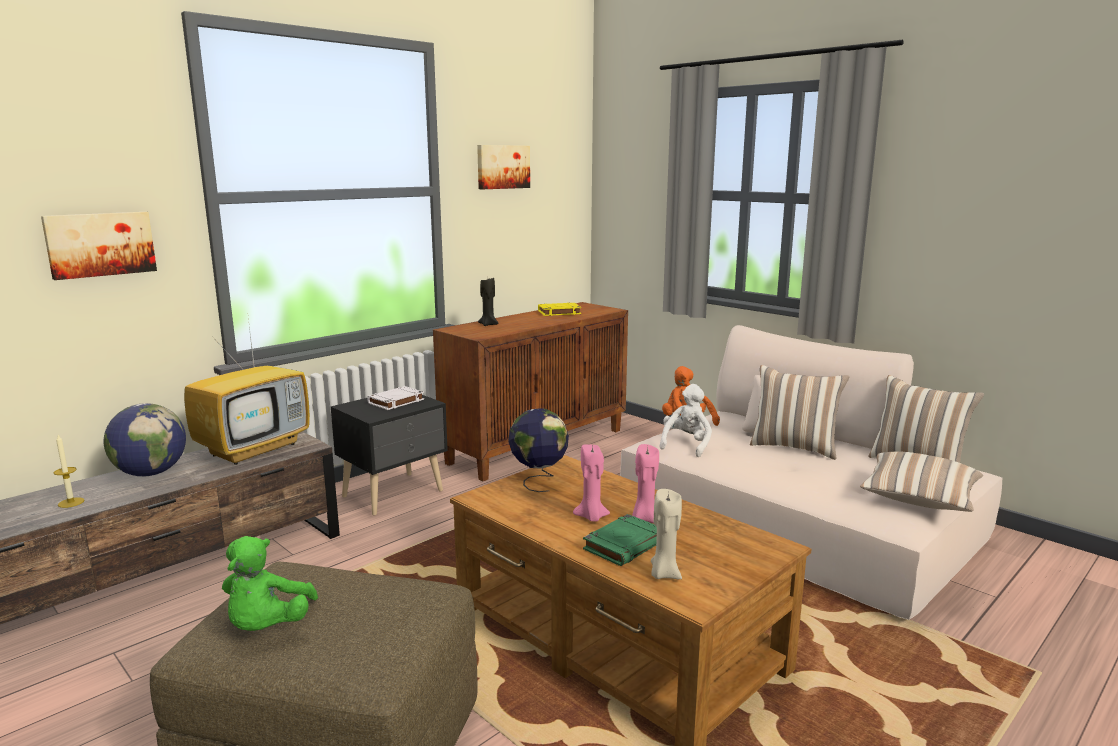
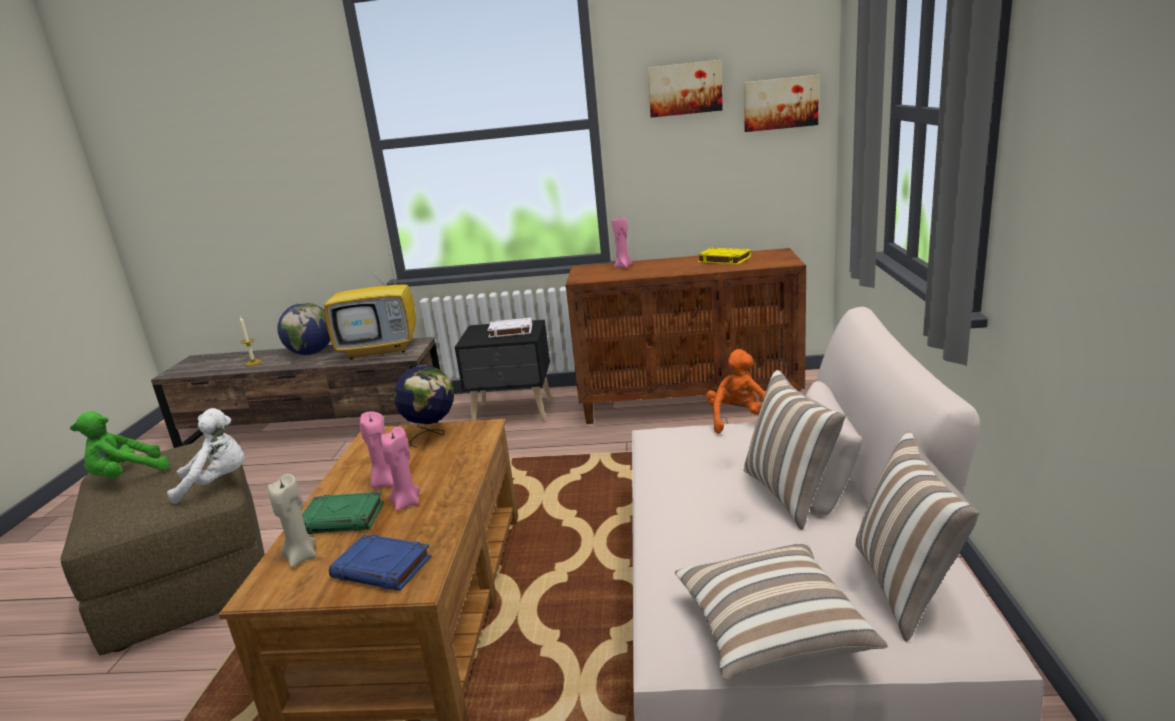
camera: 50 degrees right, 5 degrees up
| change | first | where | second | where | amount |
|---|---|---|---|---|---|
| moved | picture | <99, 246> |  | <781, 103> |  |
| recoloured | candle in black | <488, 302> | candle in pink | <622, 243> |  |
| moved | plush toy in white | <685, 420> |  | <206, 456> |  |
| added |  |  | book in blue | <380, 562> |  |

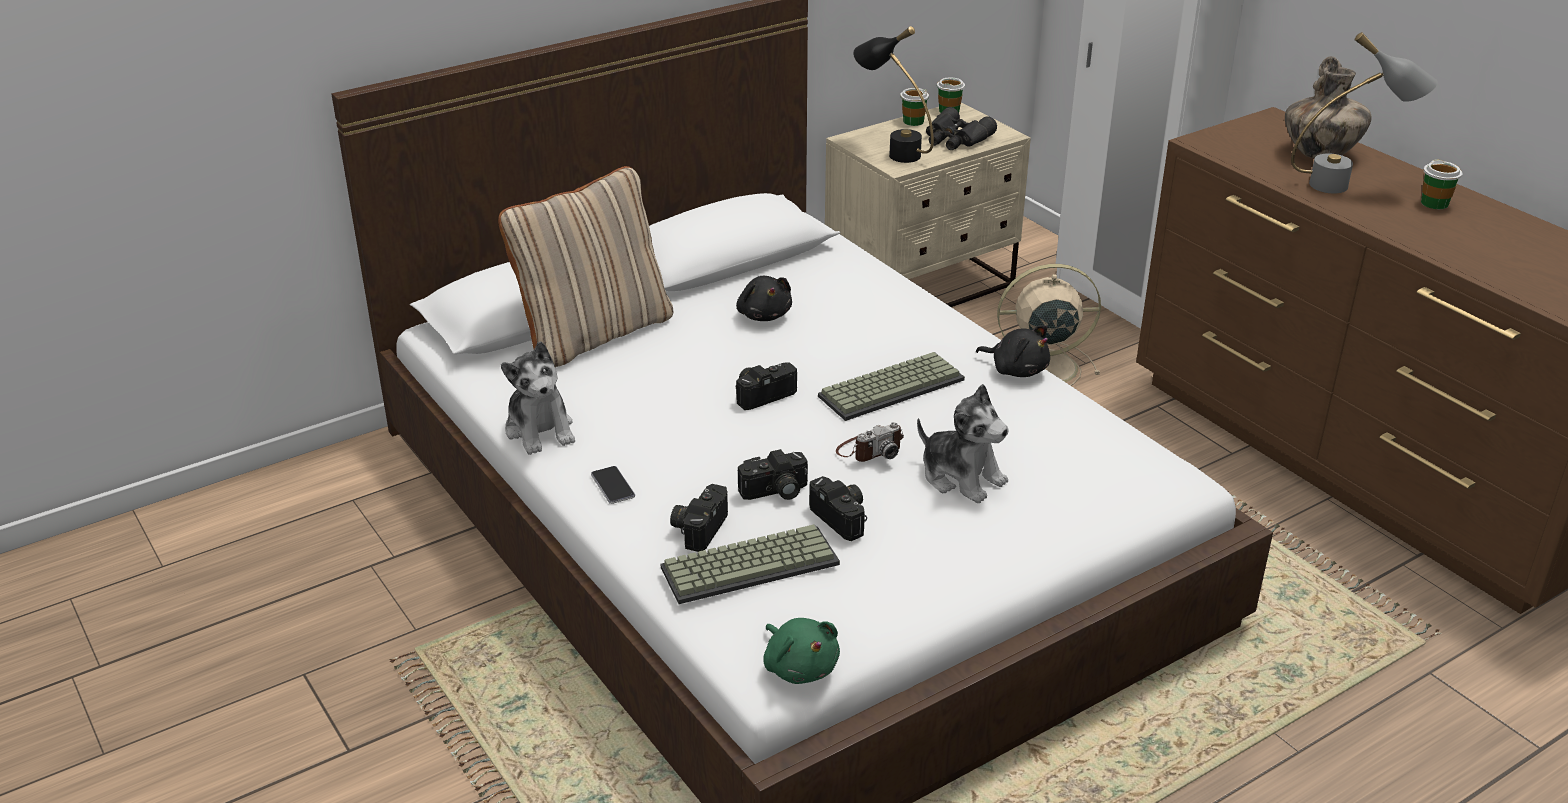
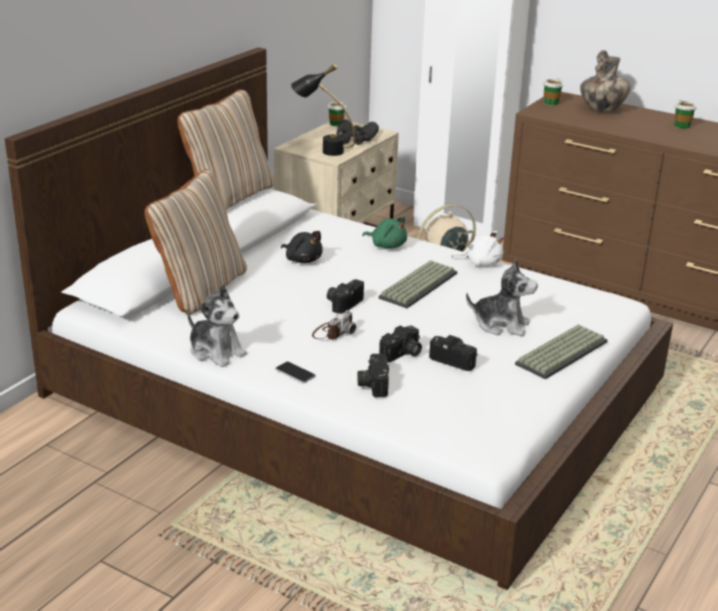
camera: 25 degrees left, 5 degrees down
| change | first | where | second | where | amount |
|---|---|---|---|---|---|
| moved | keyboard | <750, 564> |  | <561, 352> |  |
| moved | plush toy in green | <801, 651> |  | <384, 232> |  |
| moved | photo camera | <870, 442> |  | <334, 325> |  |
| moved | cup | <914, 107> |  | <553, 92> |  |
| recoloured | plush toy in black | <1013, 351> | plush toy in white | <477, 248> |  |
| removed | table lamp in grey | <1364, 112> |  |  |  |
| added |  |  | pillow in beige | <226, 149> |  |

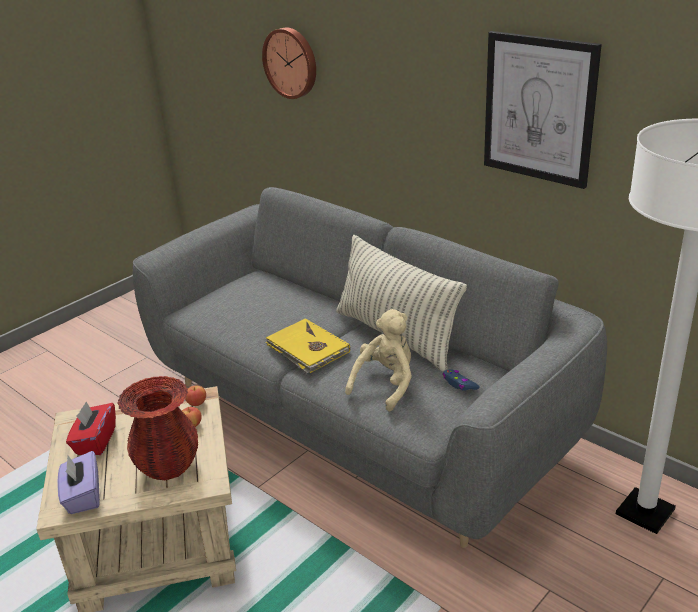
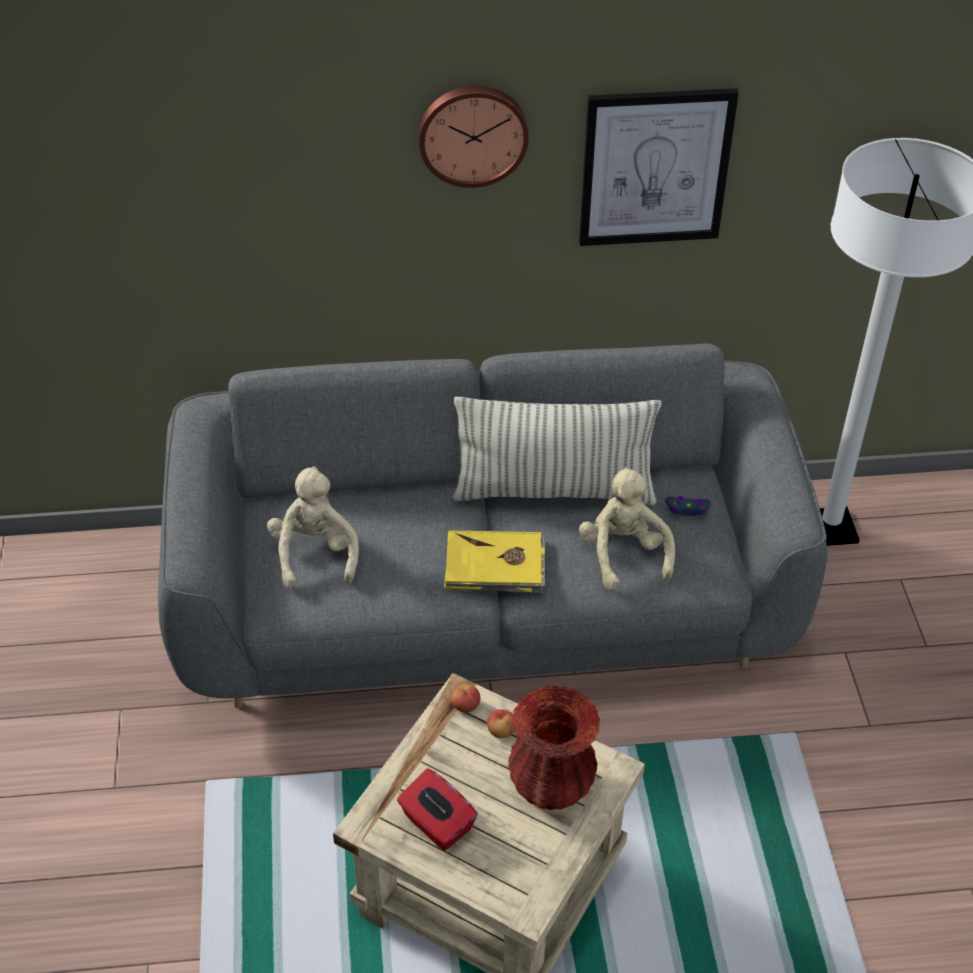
camera: 50 degrees left, 15 degrees up
| change | first | where | second | where | amount |
|---|---|---|---|---|---|
| removed | tissue box in purple | <78, 482> |  |  |  |
| moved | wall clock | <289, 63> |  | <473, 137> |  |
| added |  |  | plush toy in beige | <313, 527> |  |

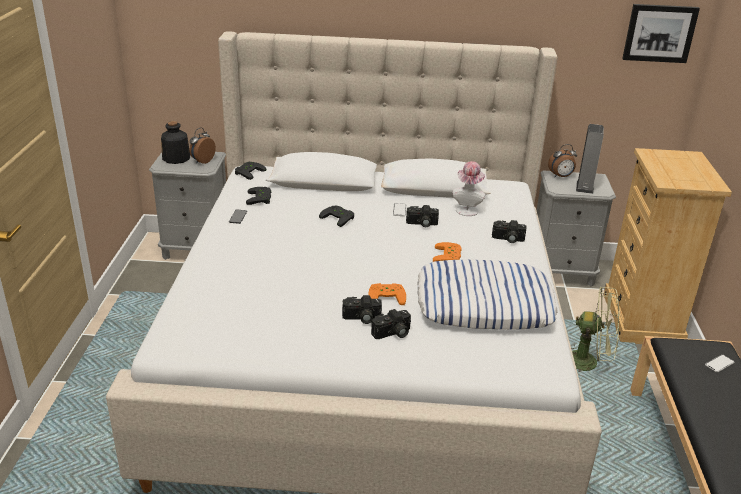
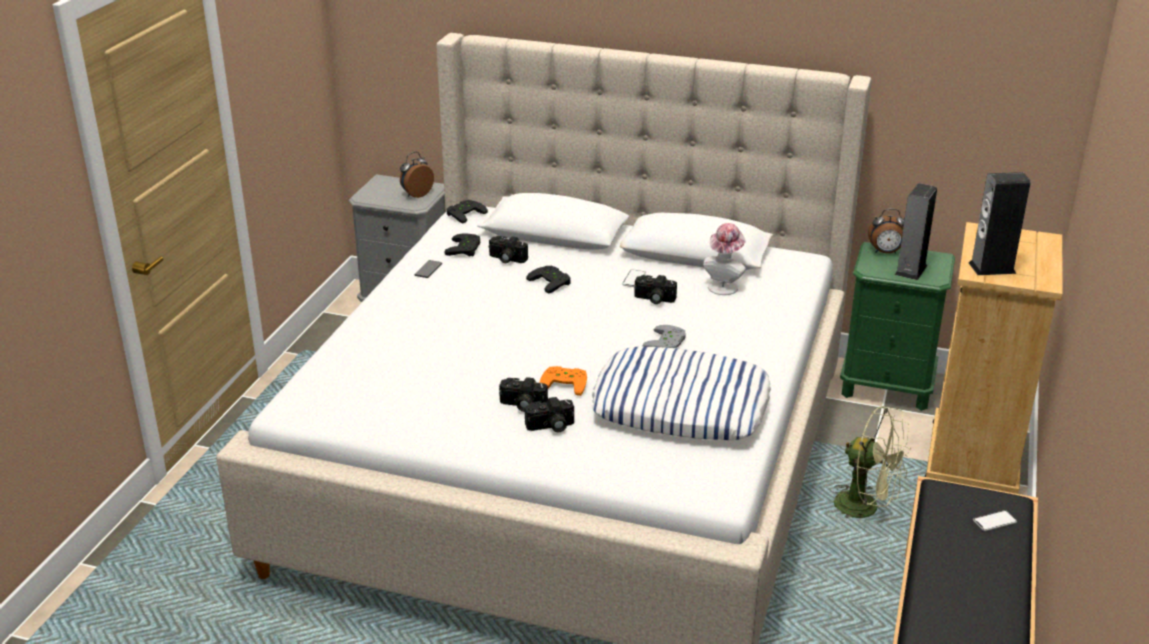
camera: 15 degrees right, 0 degrees up
| change | first | where | second | where | amount |
|---|---|---|---|---|---|
| removed | bottle | <175, 142> |  |  |  |
| recoloured | game controller in orange | <447, 252> | game controller in grey | <664, 336> |  |
| moved | photo camera | <509, 231> |  | <508, 249> |  |
| recoloured | nightstand in grey | <576, 229> | nightstand in green | <897, 326> |  |
| removed | picture | <661, 33> |  |  |  |
| added |  |  | speaker | <1000, 223> |  |

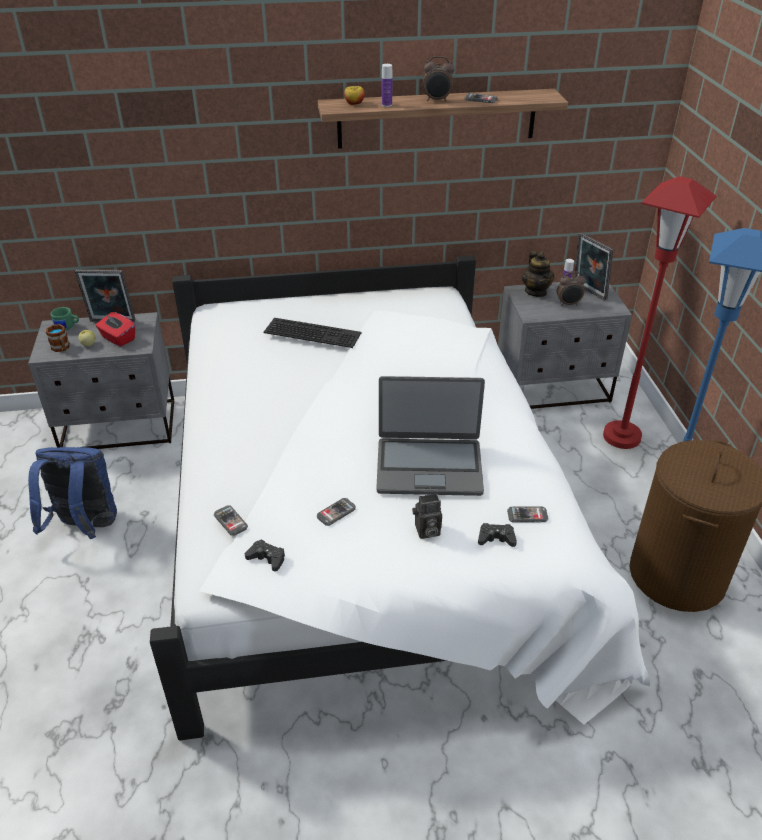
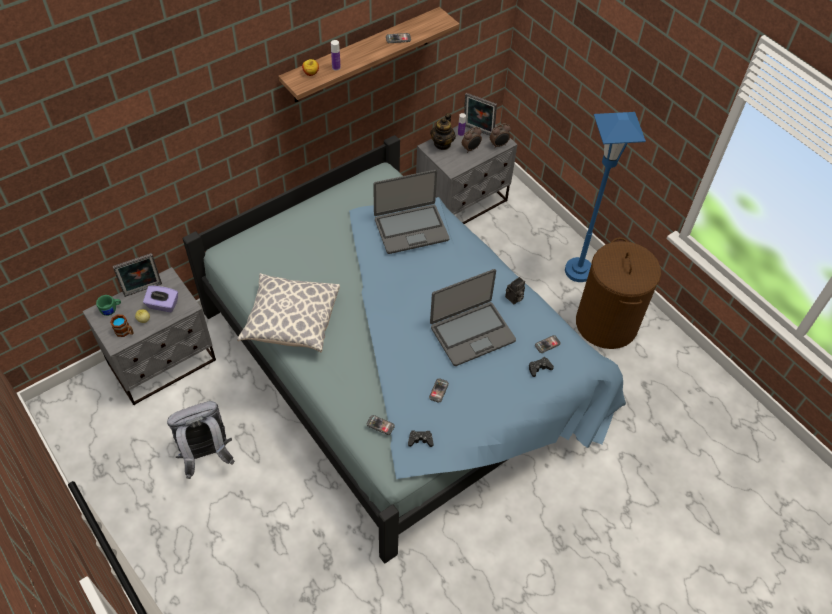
camera: 30 degrees left, 15 degrees up
| change | first | where | second | where | amount |
|---|---|---|---|---|---|
| recoloured | backpack in blue | <72, 493> | backpack in grey | <201, 440> |  |
| recoloured | tissue box in red | <115, 329> | tissue box in purple | <160, 298> |  |
| recoloured | bed in white | <400, 497> | bed in blue | <404, 349> |  |
| removed | keyboard | <312, 333> |  |  |  |
| moved | photo camera | <427, 516> |  | <515, 290> |  |
| moved | alarm clock | <438, 79> |  | <500, 135> |  |
| turned | teapot | <538, 274> |  | <443, 131> | 60 degrees clockwise |
| removed | floor lamp in red | <659, 312> |  |  |  |
| added |  |  | pillow | <288, 312> |  |
| added |  |  | laptop | <411, 212> |  |

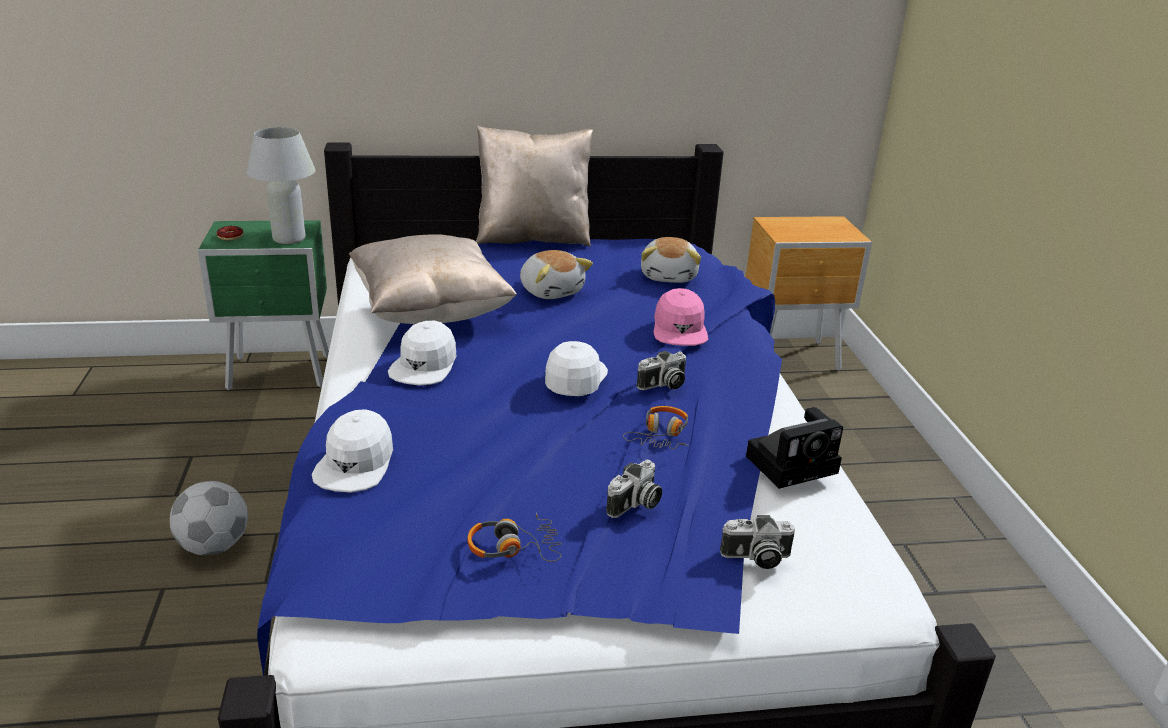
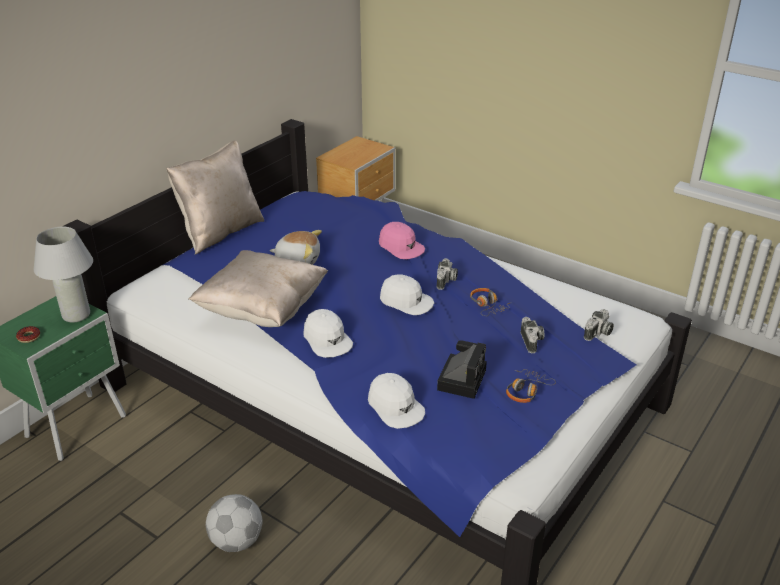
camera: 45 degrees left, 5 degrees up
| change | first | where | second | where | amount |
|---|---|---|---|---|---|
| turned | cap in white | <576, 368> |  | <407, 294> | 150 degrees clockwise |
| removed | plush toy | <671, 260> |  |  |  |
| moved | photo camera | <794, 448> |  | <462, 369> |  |

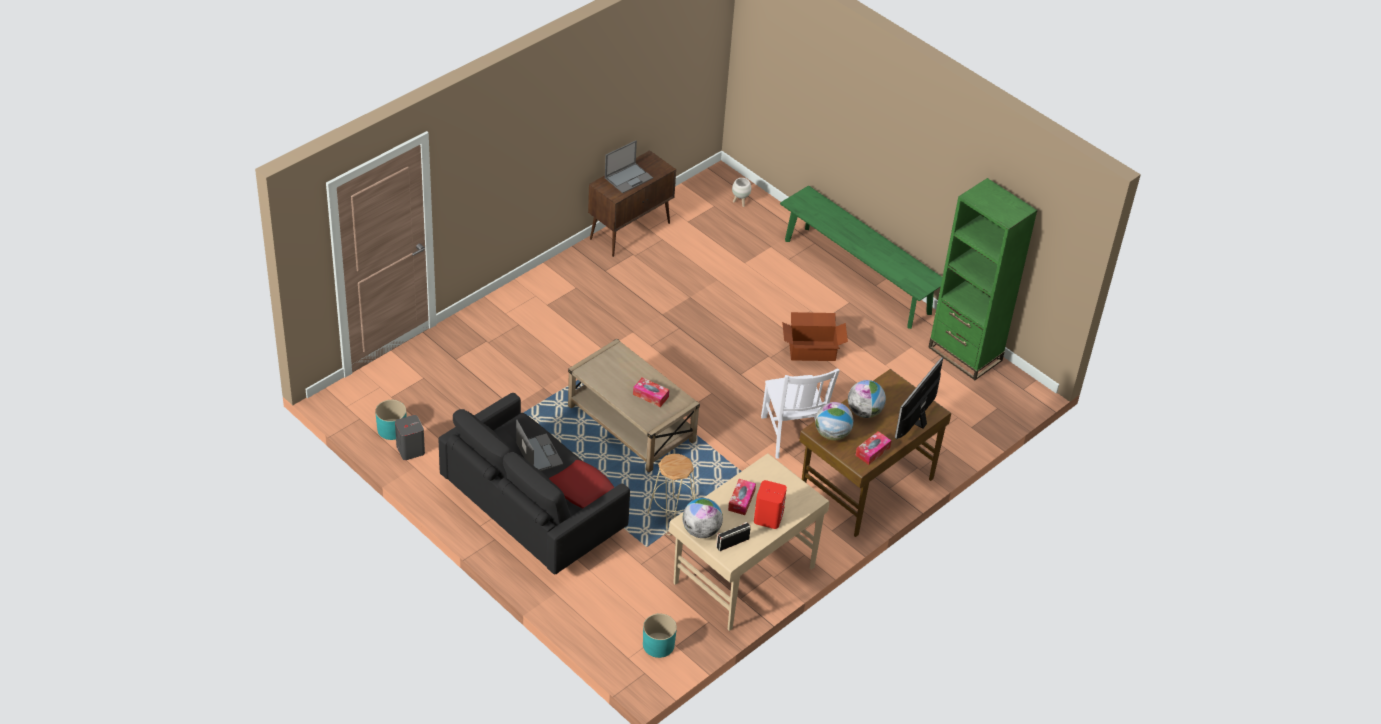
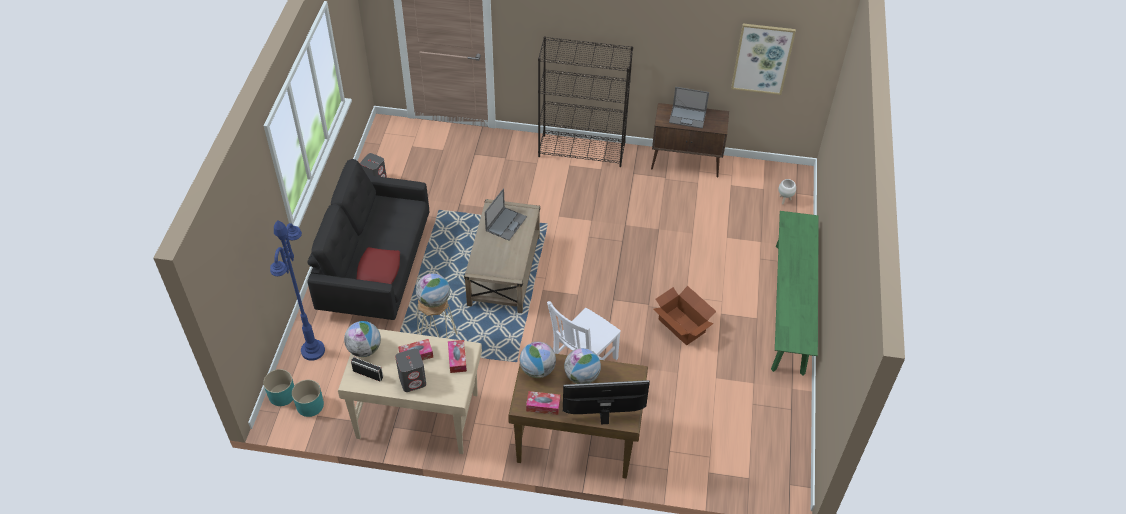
camera: 55 degrees right, 5 degrees up
| change | first | where | second | where | amount |
|---|---|---|---|---|---|
| moved | planter in turquoise | <391, 420> |  | <278, 387> |  |
| moved | laptop | <539, 445> |  | <506, 214> |  |
| moved | tissue box | <651, 392> |  | <457, 356> |  |
| recoloured | speaker in red | <770, 504> | speaker in grey | <410, 370> |  |
| removed | bookcase in green | <982, 279> |  |  |  |
| added |  |  | floor lamp in blue | <297, 290> |  |
| added |  |  | globe | <433, 290> |  |
| added |  |  | bookcase in black | <585, 102> |  |
| added |  |  | picture | <763, 59> |  |

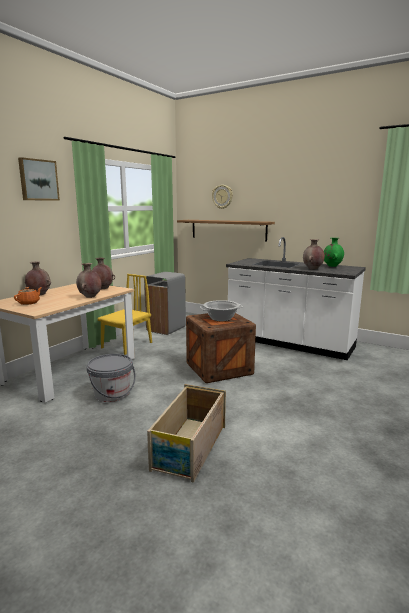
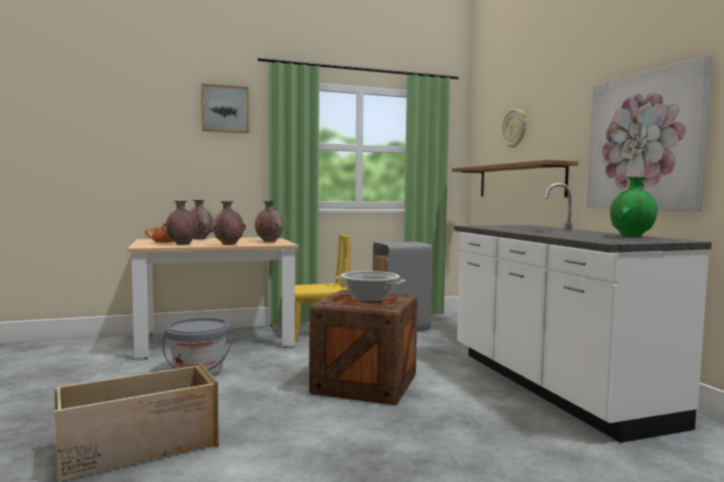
camera: 40 degrees right, 10 degrees down
| change | first | where | second | where | amount |
|---|---|---|---|---|---|
| moved | vase in brown | <314, 254> |  | <182, 223> |  |
| added |  |  | picture | <649, 133> |  |

